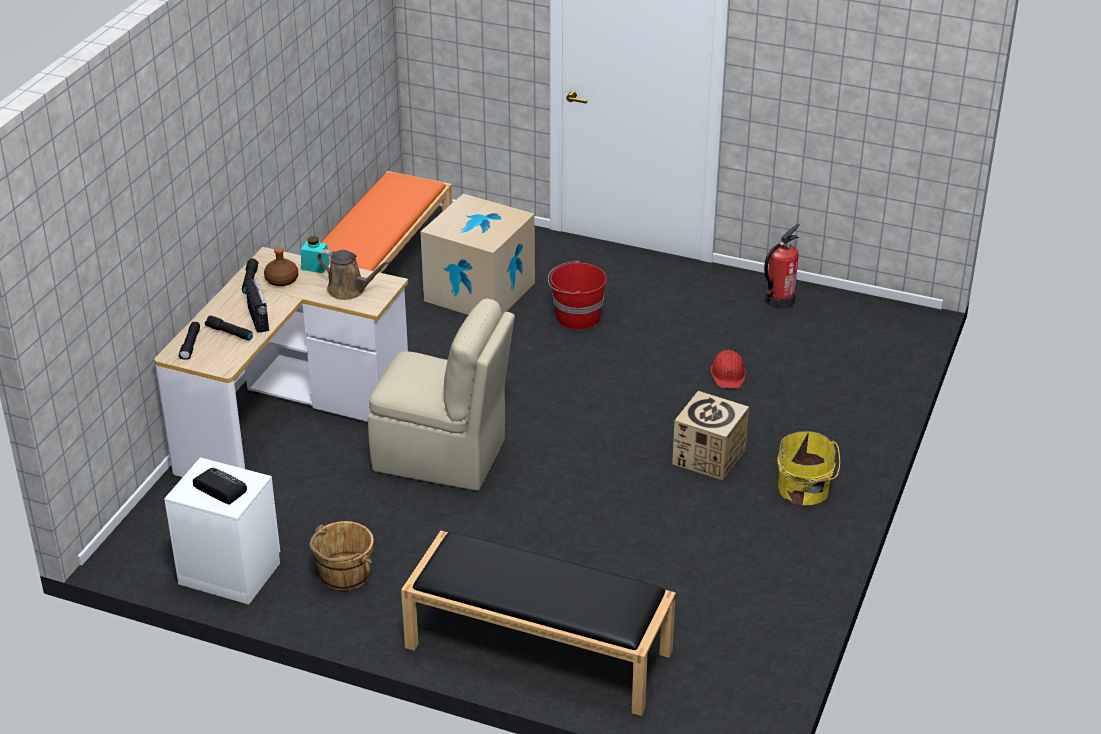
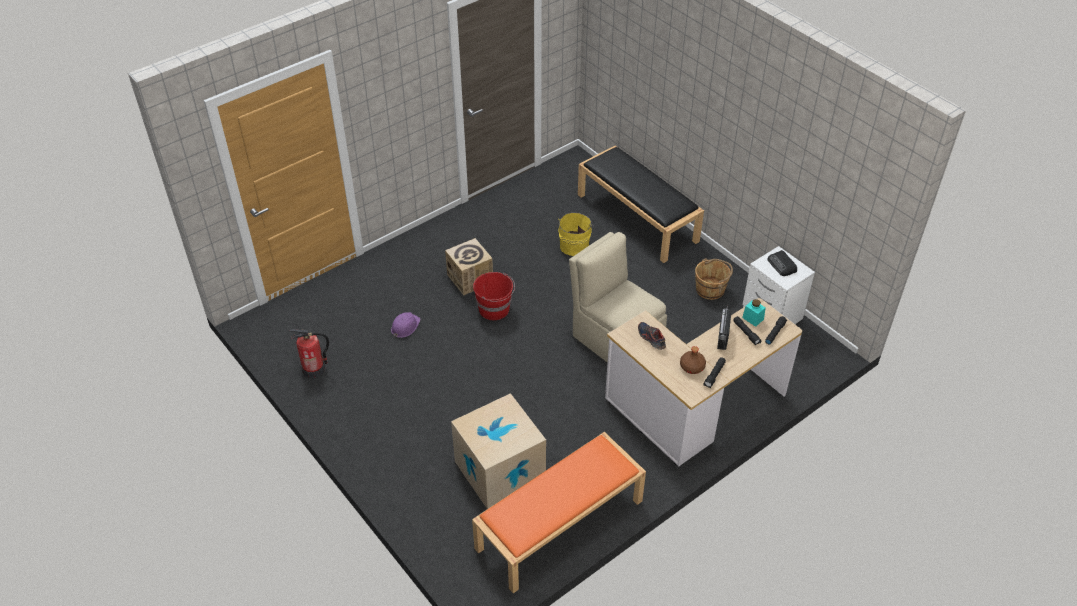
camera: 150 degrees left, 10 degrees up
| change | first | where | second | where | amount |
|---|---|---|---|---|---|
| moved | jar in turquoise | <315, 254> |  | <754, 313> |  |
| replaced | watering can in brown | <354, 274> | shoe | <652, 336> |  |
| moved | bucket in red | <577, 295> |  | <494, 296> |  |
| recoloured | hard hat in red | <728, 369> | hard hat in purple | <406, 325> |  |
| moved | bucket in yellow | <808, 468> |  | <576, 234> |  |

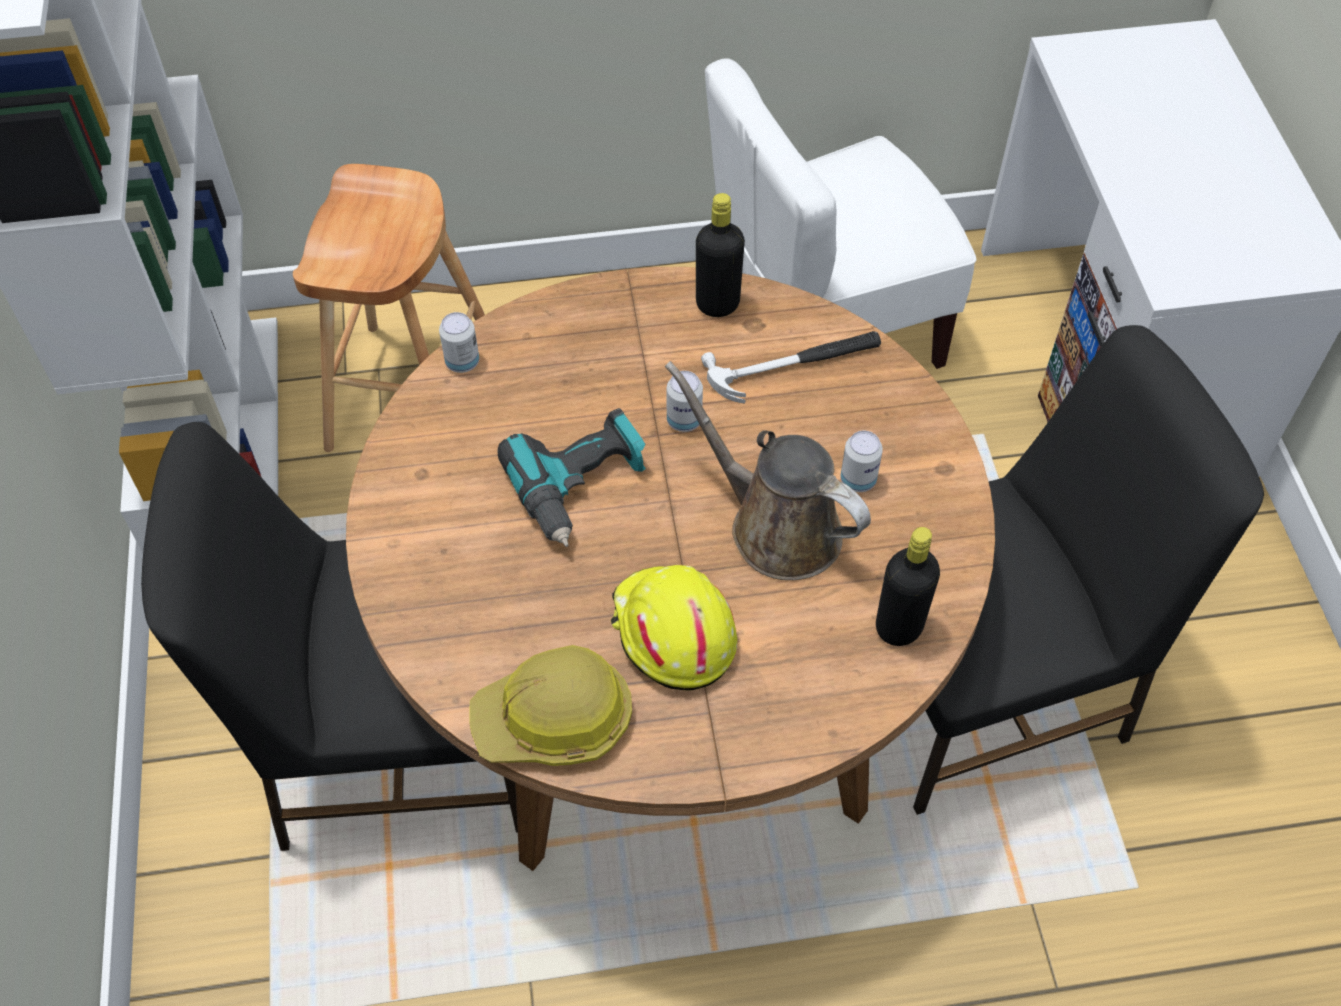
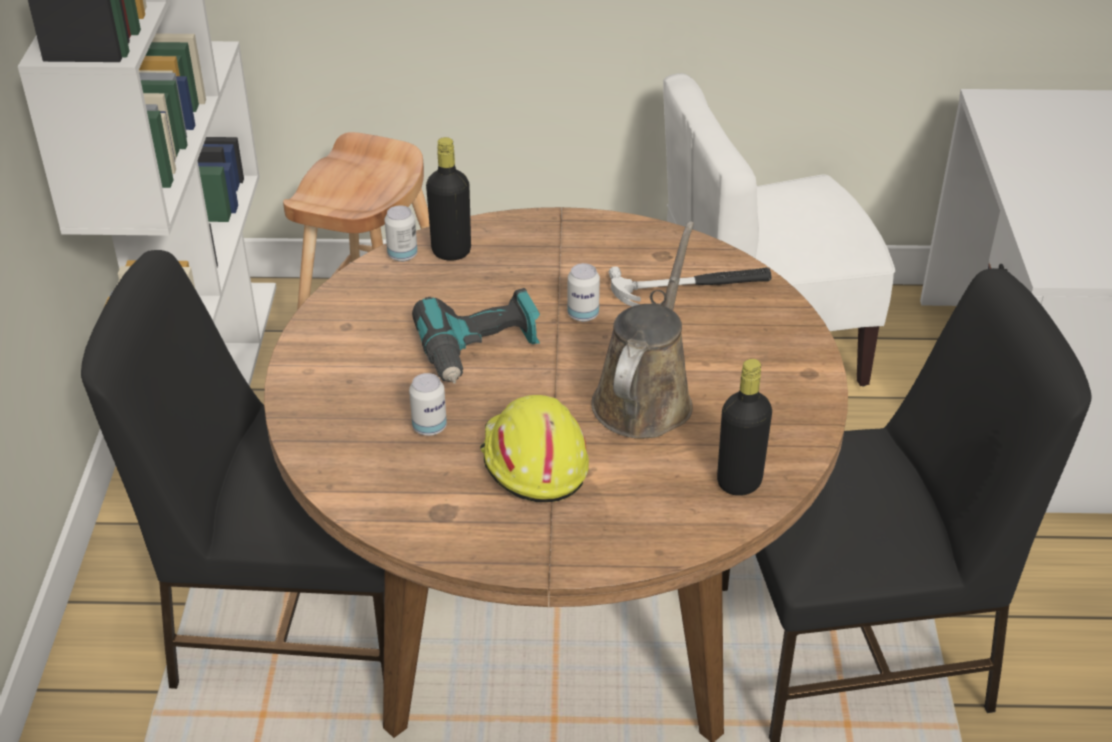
camera: 10 degrees right, 15 degrees down
| change | first | where | second | where | amount |
|---|---|---|---|---|---|
| removed | hard hat | <551, 705> |  |  |  |
| turned | watering can in brown | <768, 470> |  | <642, 330> | 60 degrees clockwise |
| moved | bottle in black | <720, 255> |  | <448, 199> |  |
| moved | can | <861, 461> |  | <428, 404> |  |

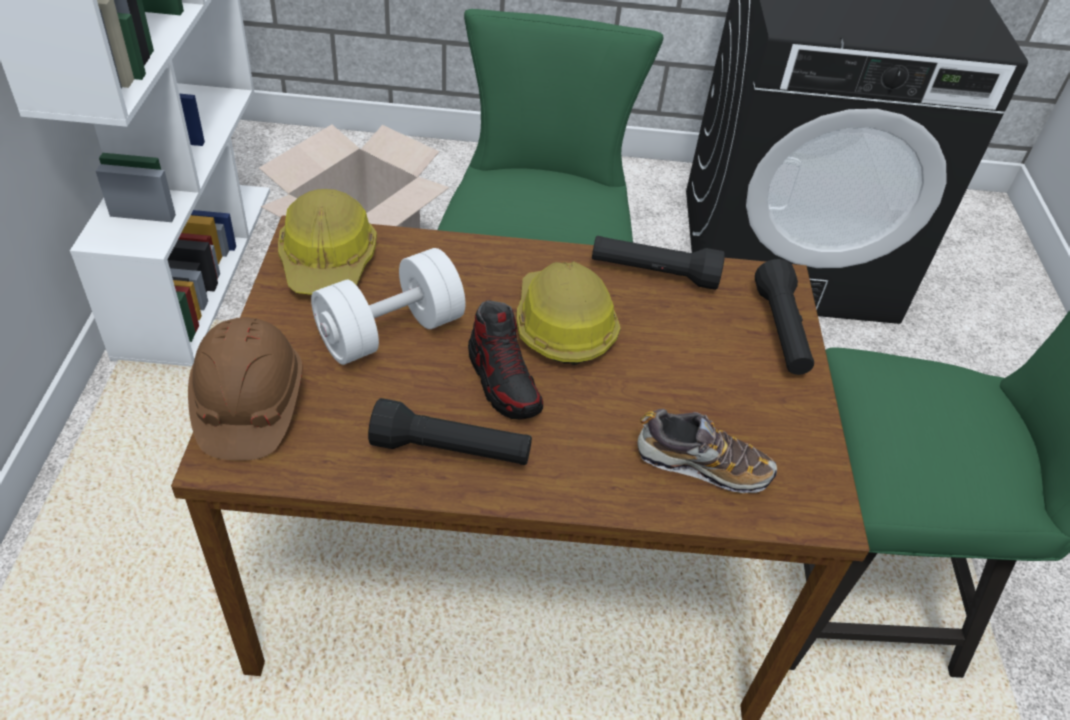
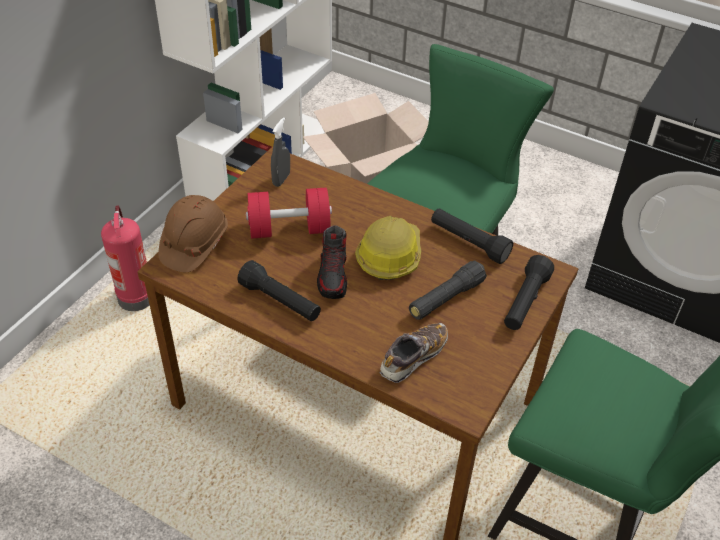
camera: 30 degrees right, 0 degrees up
| change | first | where | second | where | amount |
|---|---|---|---|---|---|
| replaced | hard hat | <327, 242> | spray bottle in grey | <280, 152> |  |
| recoloured | dumbbell in white | <388, 306> | dumbbell in red | <289, 213> |  |
| turned | shoe | <707, 451> |  | <414, 353> | 90 degrees counterclockwise |
| added |  |  | fire extinguisher | <125, 258> |  |
| added |  |  | flashlight in black | <448, 290> |  |

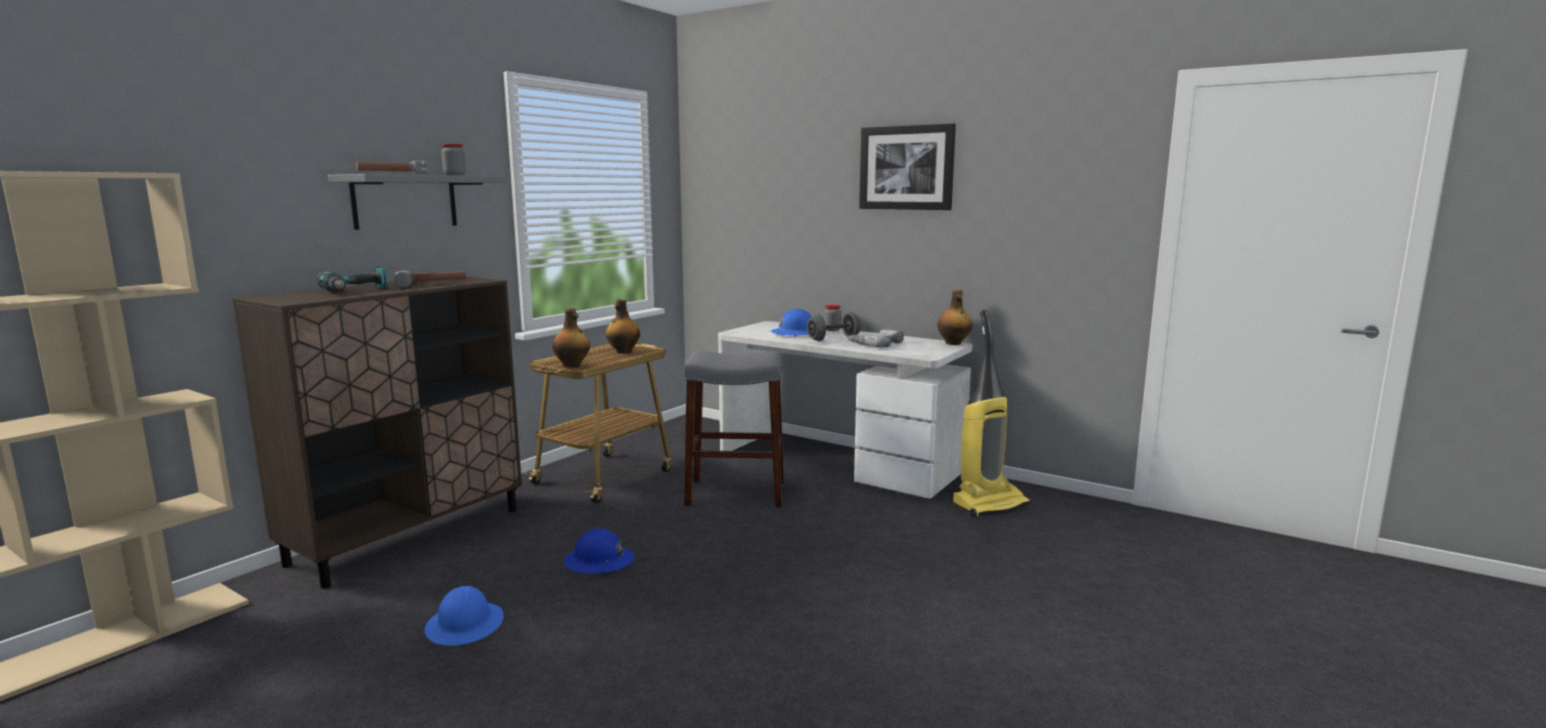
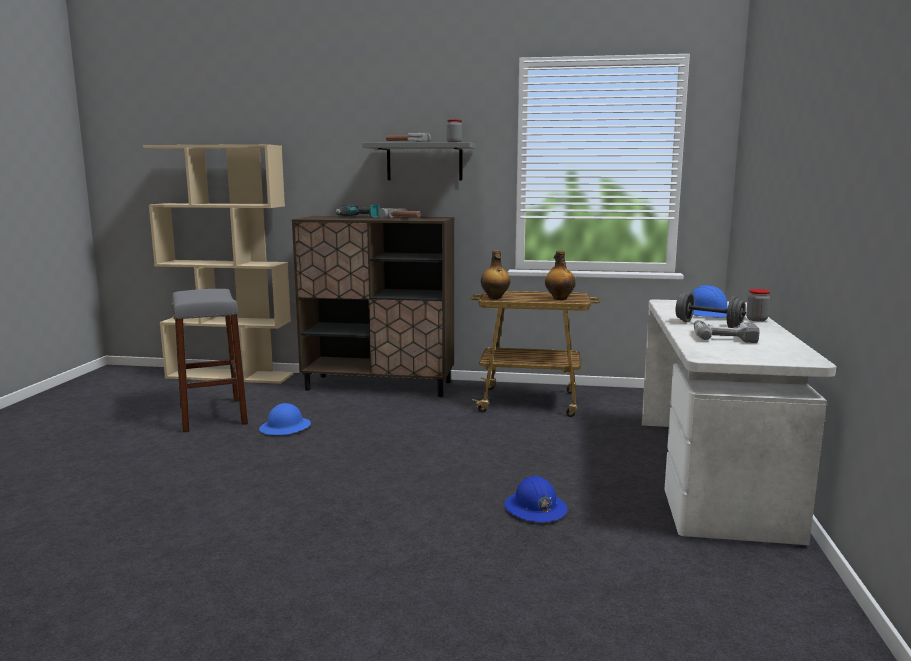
camera: 65 degrees right, 0 degrees up
| change | first | where | second | where | amount |
|---|---|---|---|---|---|
| moved | hard hat in blue | <599, 551> |  | <536, 499> |  |
| moved | stool in grey | <734, 429> |  | <210, 361> |  |
| removed | picture | <907, 167> |  |  |  |
| removed | bottle | <955, 317> |  |  |  |
| removed | vacuum cleaner | <991, 413> |  |  |  |

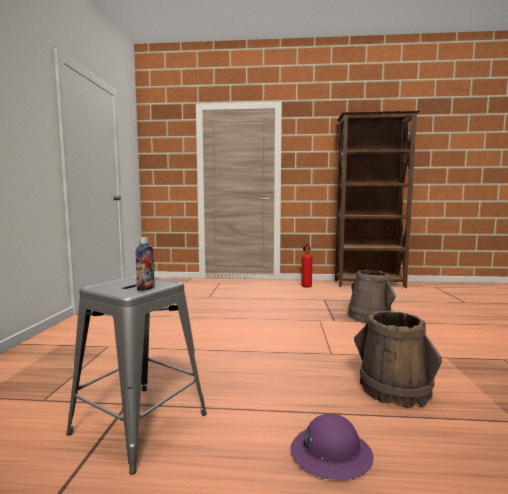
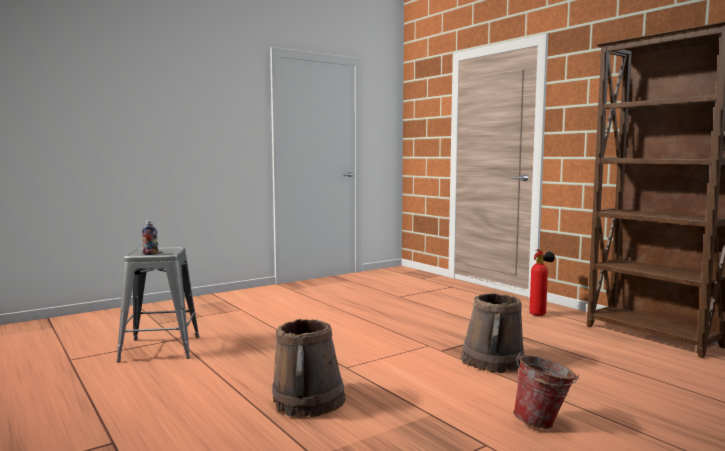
camera: 50 degrees right, 0 degrees up
| change | first | where | second | where | amount |
|---|---|---|---|---|---|
| removed | hard hat in purple | <332, 447> |  |  |  |
| added |  |  | bucket | <546, 391> |  |

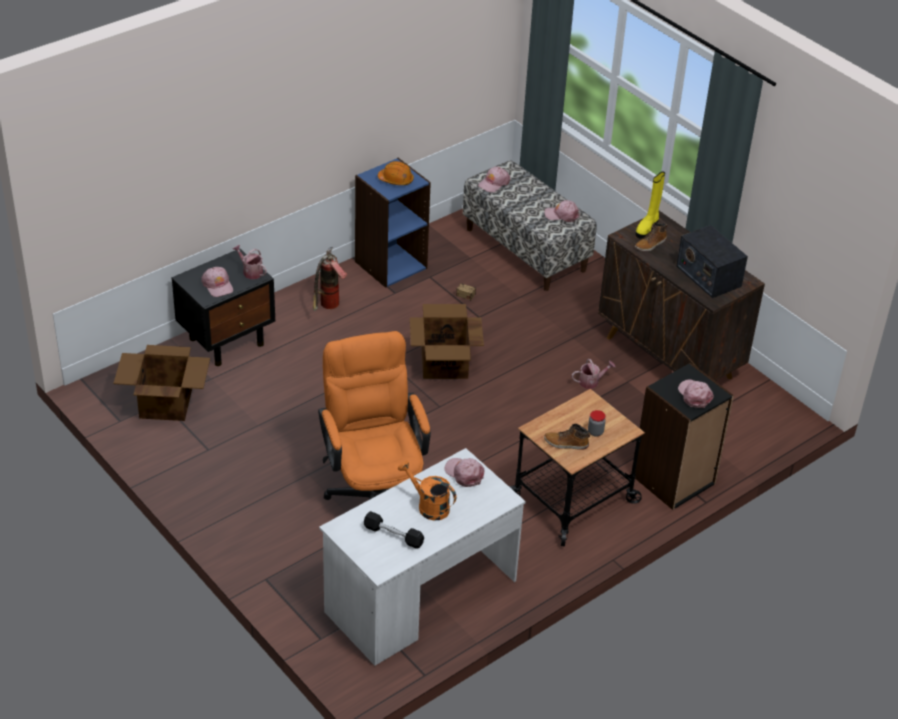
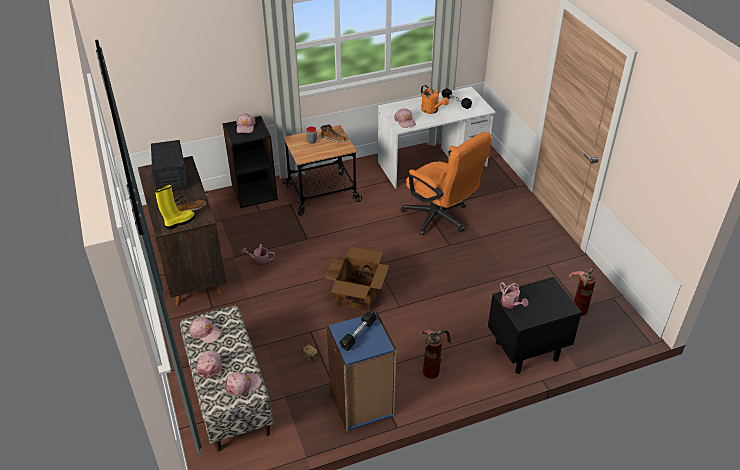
camera: 160 degrees left, 0 degrees up
| change | first | where | second | where | amount |
|---|---|---|---|---|---|
| replaced | cardboard box | <161, 383> | fire extinguisher | <582, 291> |  |
| moved | cap in pink | <217, 282> |  | <209, 364> |  |
| turned | office chair in orange | <374, 415> |  | <446, 183> | 45 degrees counterclockwise |
| replaced | hard hat in orange | <396, 173> | dumbbell in black | <358, 331> |  |

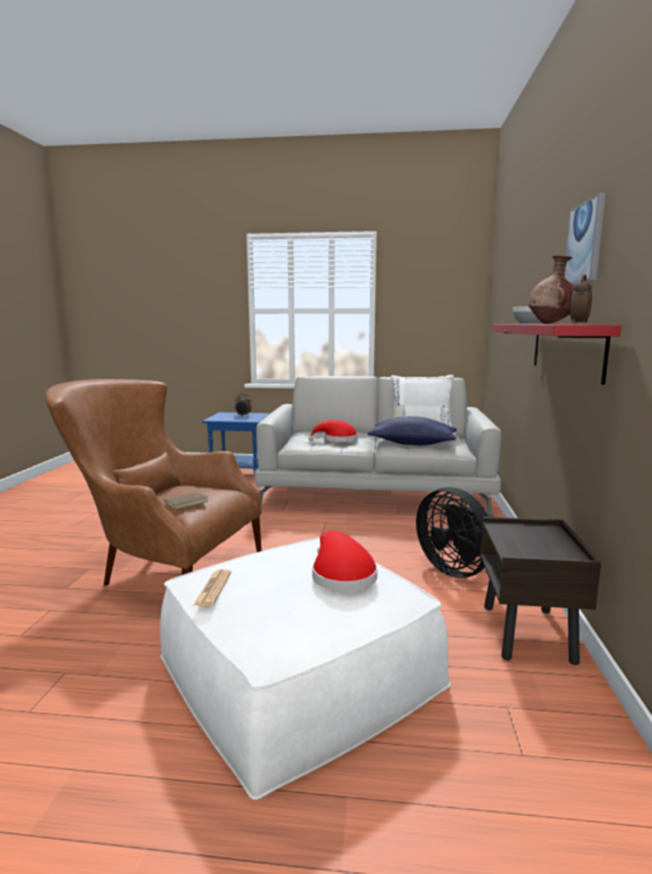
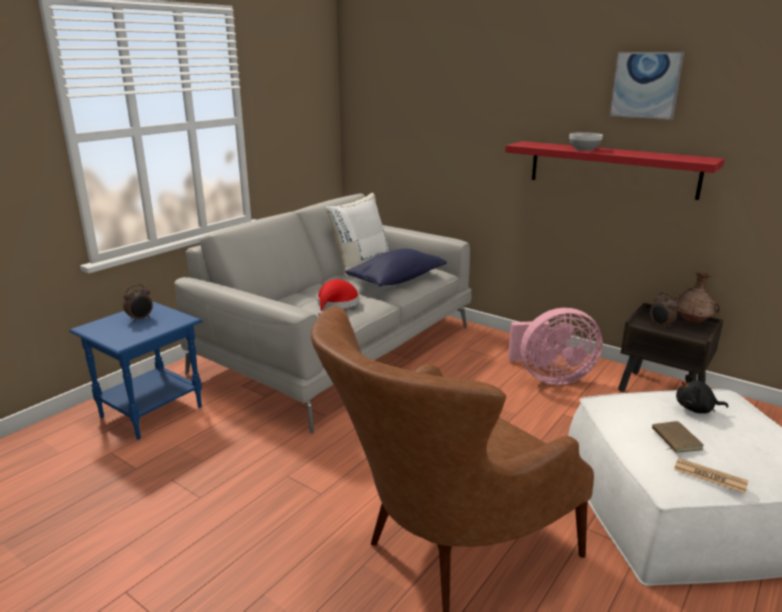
camera: 60 degrees left, 10 degrees up
| change | first | where | second | where | amount |
|---|---|---|---|---|---|
| moved | book in brown | <185, 500> |  | <678, 437> |  |
| replaced | hat in red | <344, 561> | plush toy in black | <702, 394> |  |
| recoloured | fan in black | <455, 532> | fan in pink | <555, 346> |  |
| moved | vase in brown | <551, 289> |  | <697, 298> |  |
| moved | alarm clock | <581, 299> |  | <664, 310> |  |

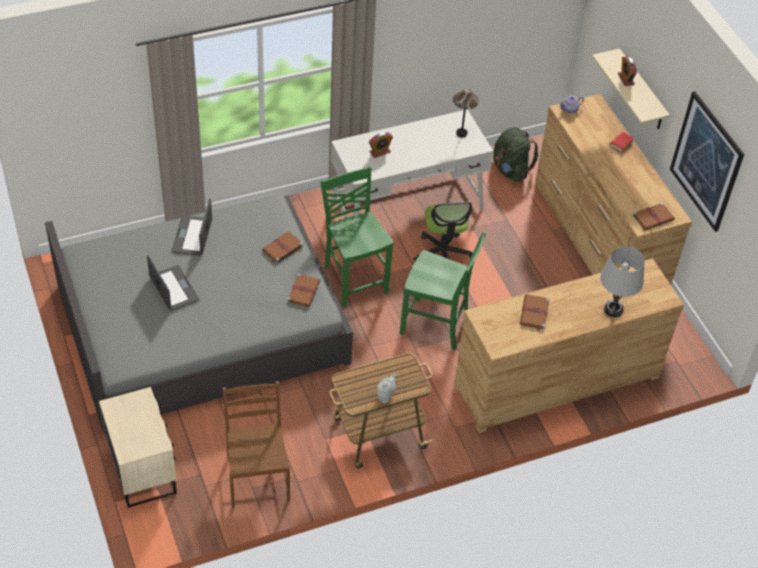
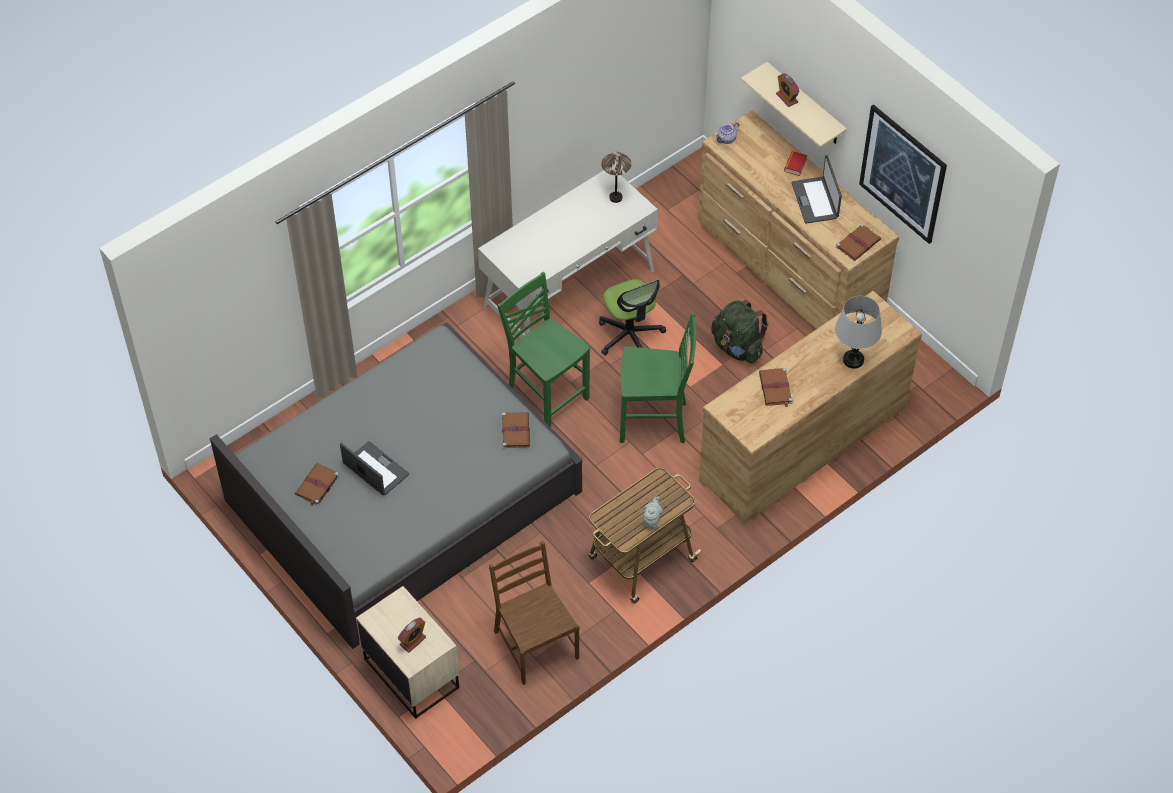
camera: 15 degrees left, 5 degrees up
| change | first | where | second | where | amount |
|---|---|---|---|---|---|
| moved | laptop | <192, 227> |  | <817, 189> |  |
| moved | book in brown | <282, 247> |  | <317, 484> |  |
| moved | alarm clock | <381, 145> |  | <412, 635> |  |
| moved | backpack in green | <516, 154> |  | <740, 331> |  |

